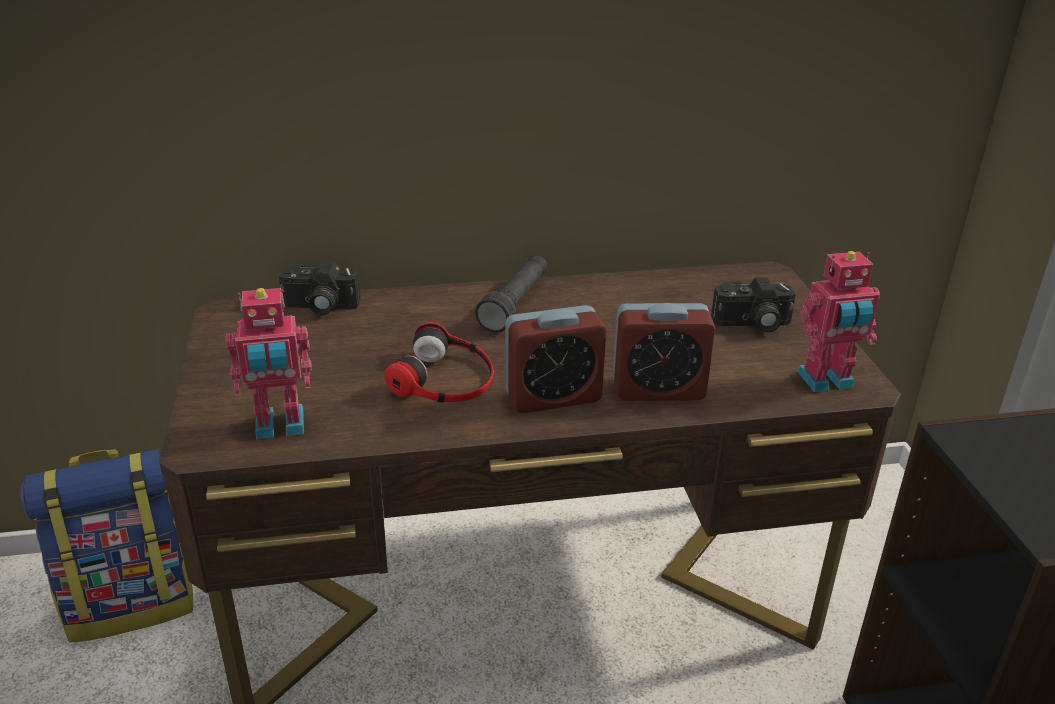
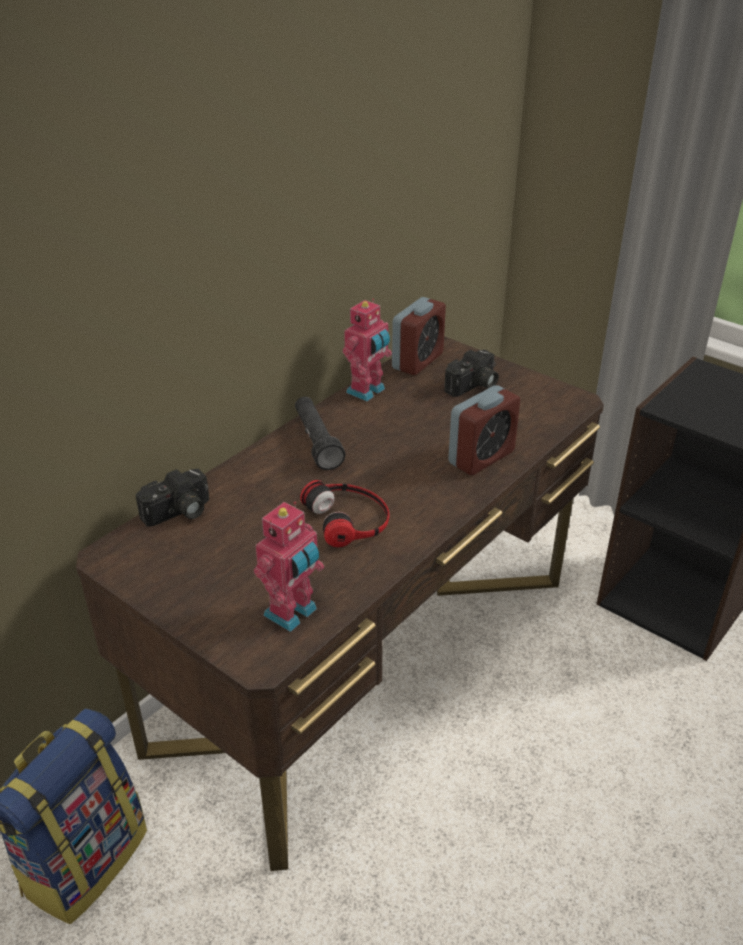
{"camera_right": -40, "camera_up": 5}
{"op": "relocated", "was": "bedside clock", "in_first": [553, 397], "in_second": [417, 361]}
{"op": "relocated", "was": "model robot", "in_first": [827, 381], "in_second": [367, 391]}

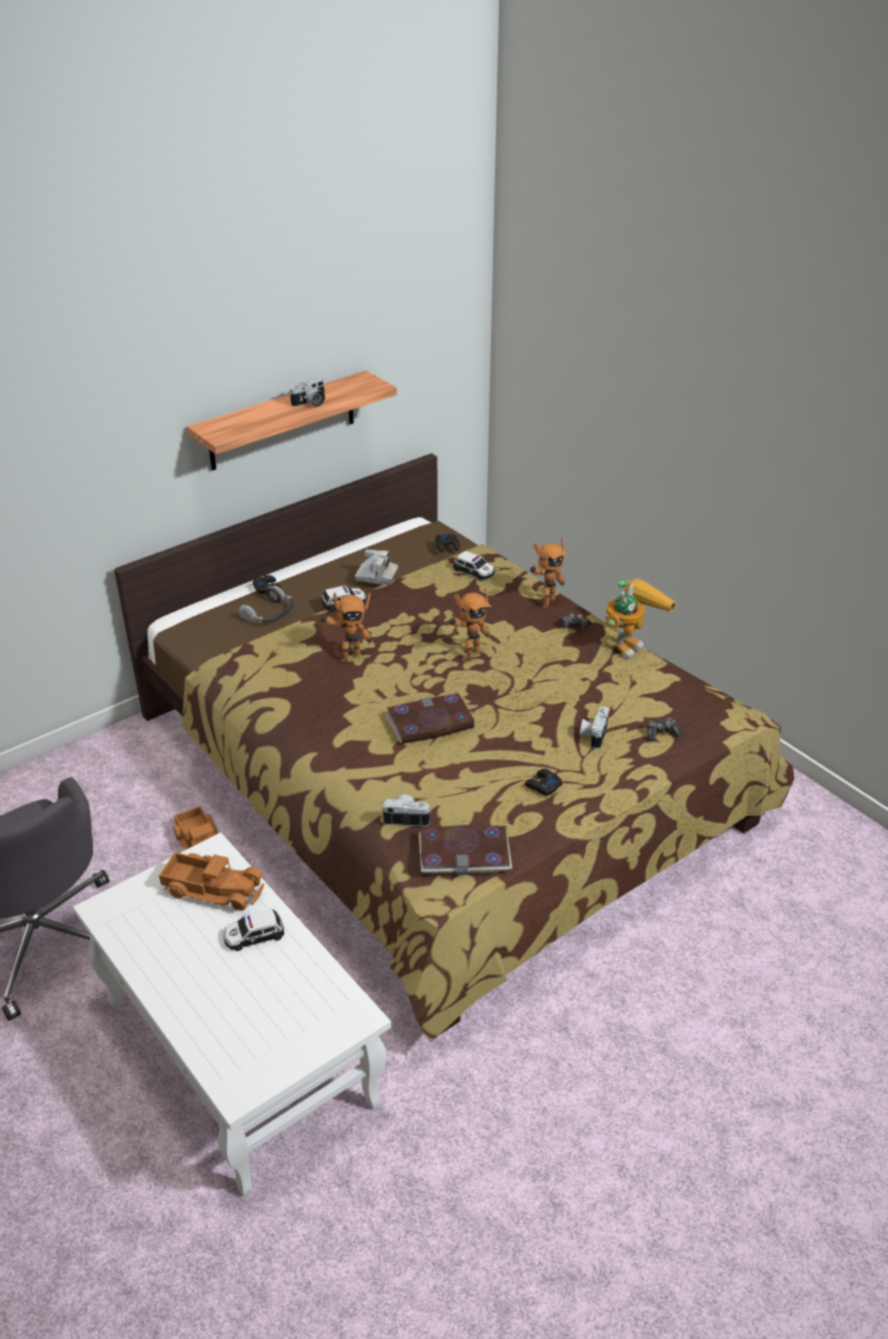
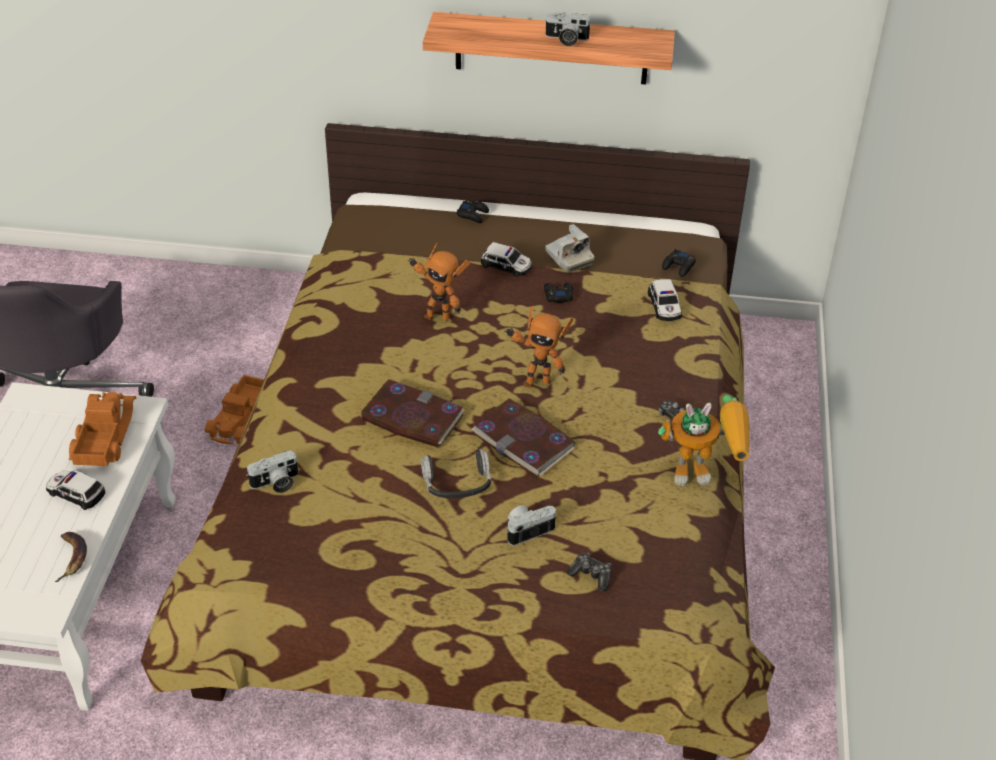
{"camera_right": 45, "camera_up": 5}
{"op": "spun", "was": "model truck", "in_first": [213, 888], "in_second": [103, 437], "clockwise": -150}
{"op": "relocated", "was": "pair of headphones", "in_first": [269, 613], "in_second": [457, 482]}
{"op": "spun", "was": "photo camera", "in_first": [407, 817], "in_second": [276, 483], "clockwise": 105}
{"op": "relocated", "was": "book", "in_first": [464, 853], "in_second": [524, 441]}
{"op": "relocated", "was": "blackish gamepad", "in_first": [542, 785], "in_second": [558, 295]}
{"op": "missing", "was": "model robot", "in_first": [545, 603]}
{"op": "appeared", "now": "banana", "in_second": [72, 557]}

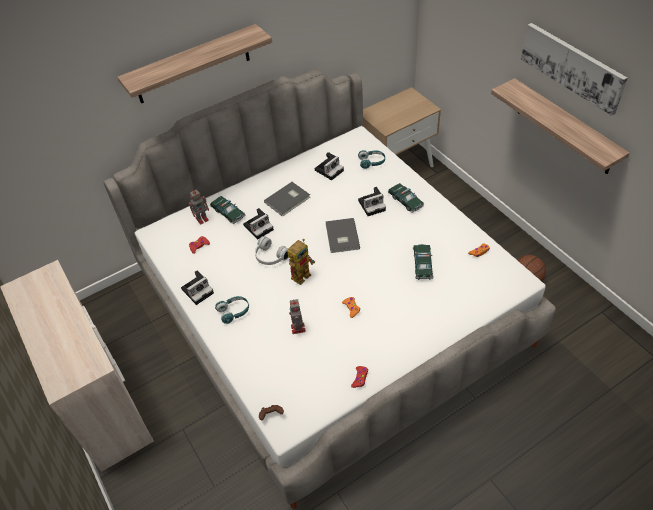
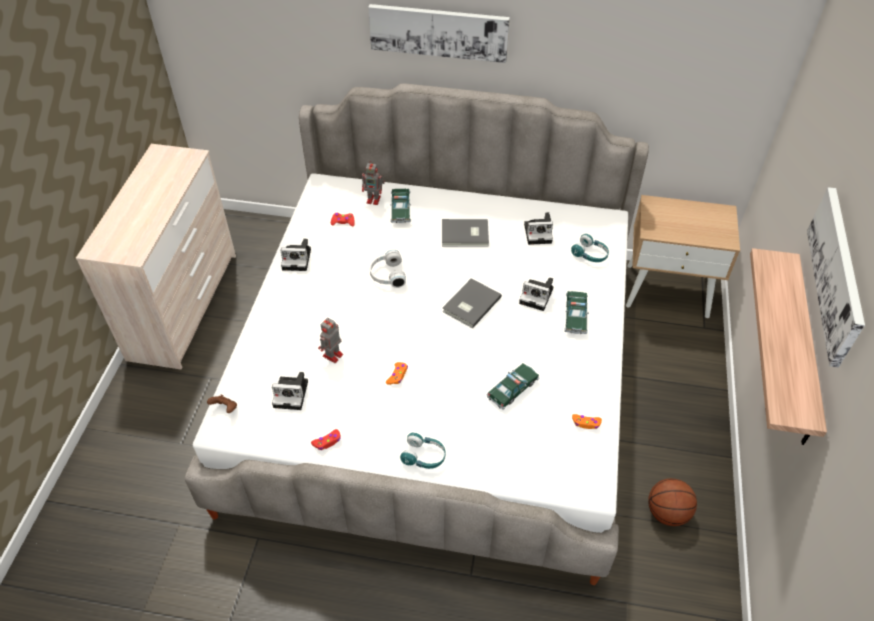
{"camera_right": 40, "camera_up": 0}
{"op": "exchanged", "was": "shelf", "now": "wall art", "in_first": [192, 65], "in_second": [439, 32]}
{"op": "relocated", "was": "turquoise pair of headphones", "in_first": [234, 312], "in_second": [424, 456]}
{"op": "relocated", "was": "photo camera", "in_first": [259, 227], "in_second": [292, 394]}
{"op": "missing", "was": "model robot", "in_first": [303, 273]}

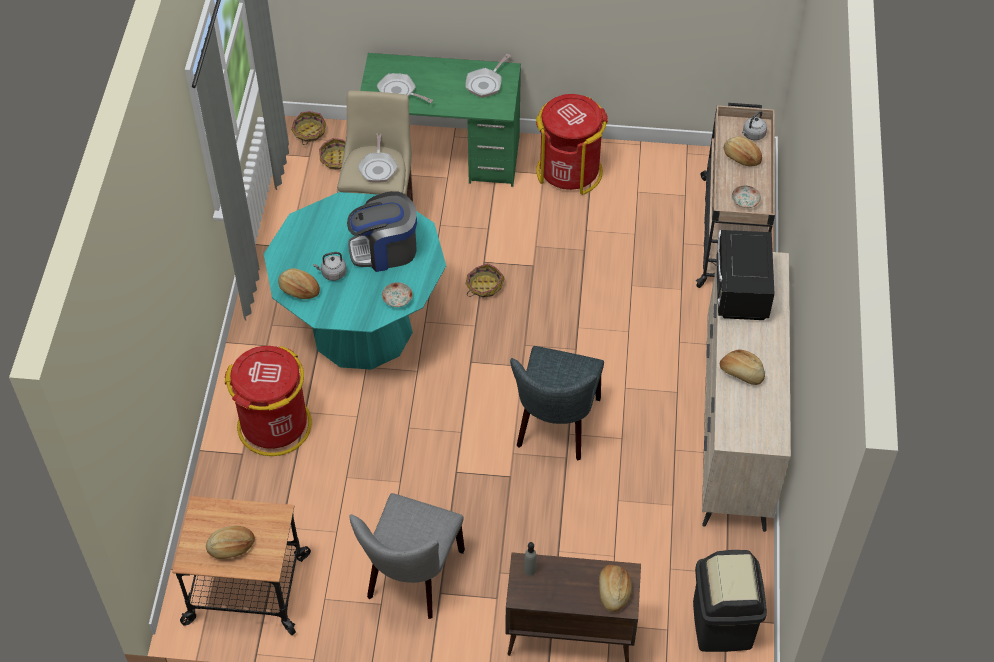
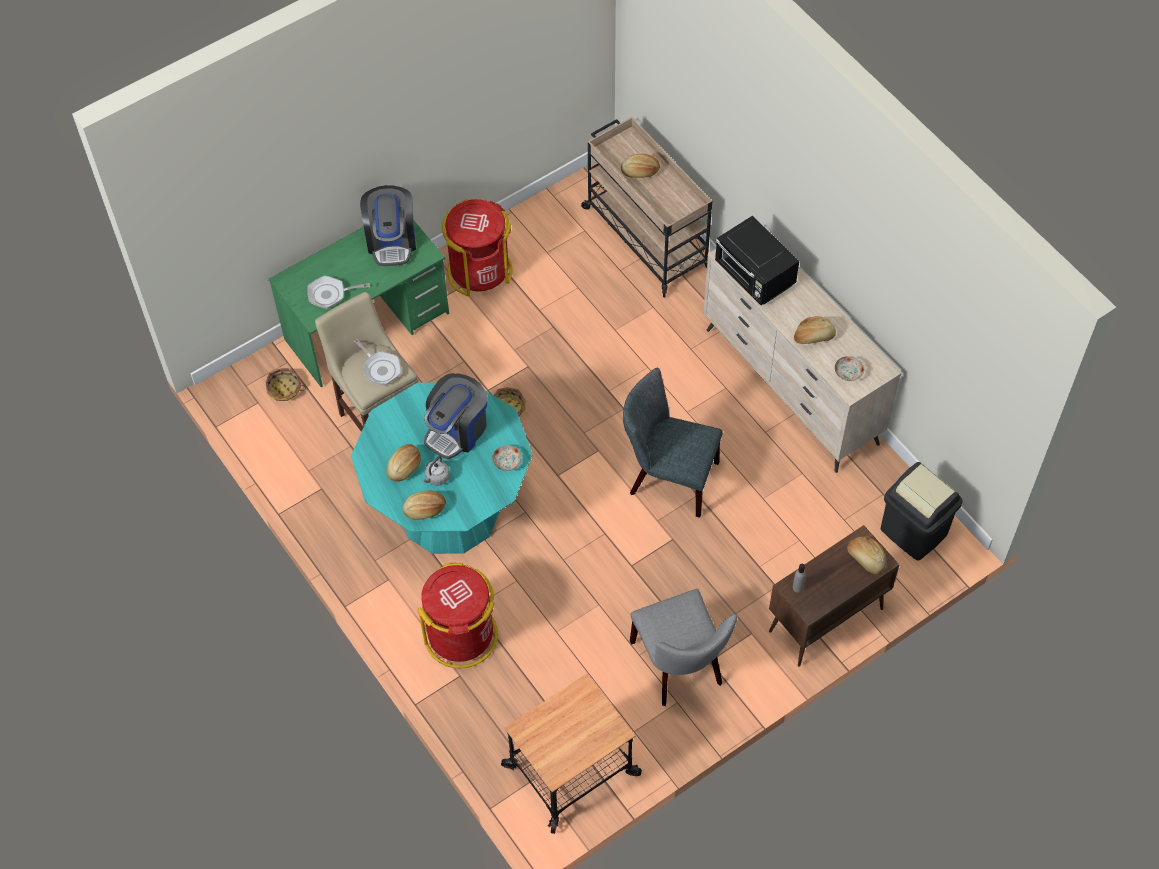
{"camera_right": -40, "camera_up": 5}
{"op": "relocated", "was": "baked bread", "in_first": [231, 547], "in_second": [404, 467]}
{"op": "missing", "was": "household basket", "in_first": [309, 132]}
{"op": "exchanged", "was": "pan", "now": "coffee maker", "in_first": [485, 83], "in_second": [391, 241]}
{"op": "spun", "was": "gray upright chair", "in_first": [556, 427], "in_second": [668, 477], "clockwise": 135}
{"op": "relocated", "was": "plate", "in_first": [745, 201], "in_second": [848, 372]}
{"op": "missing", "was": "gray water kettle", "in_first": [753, 135]}

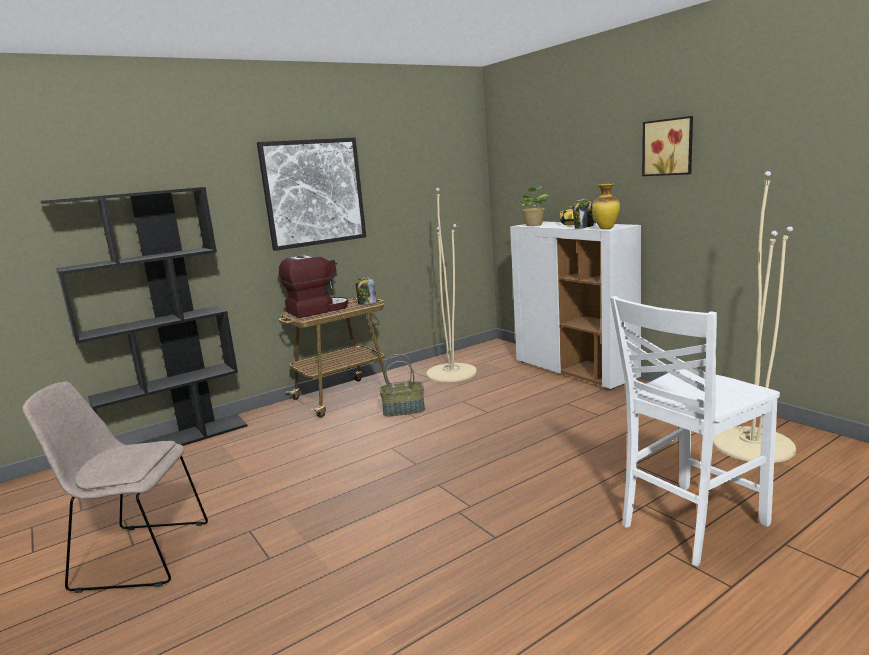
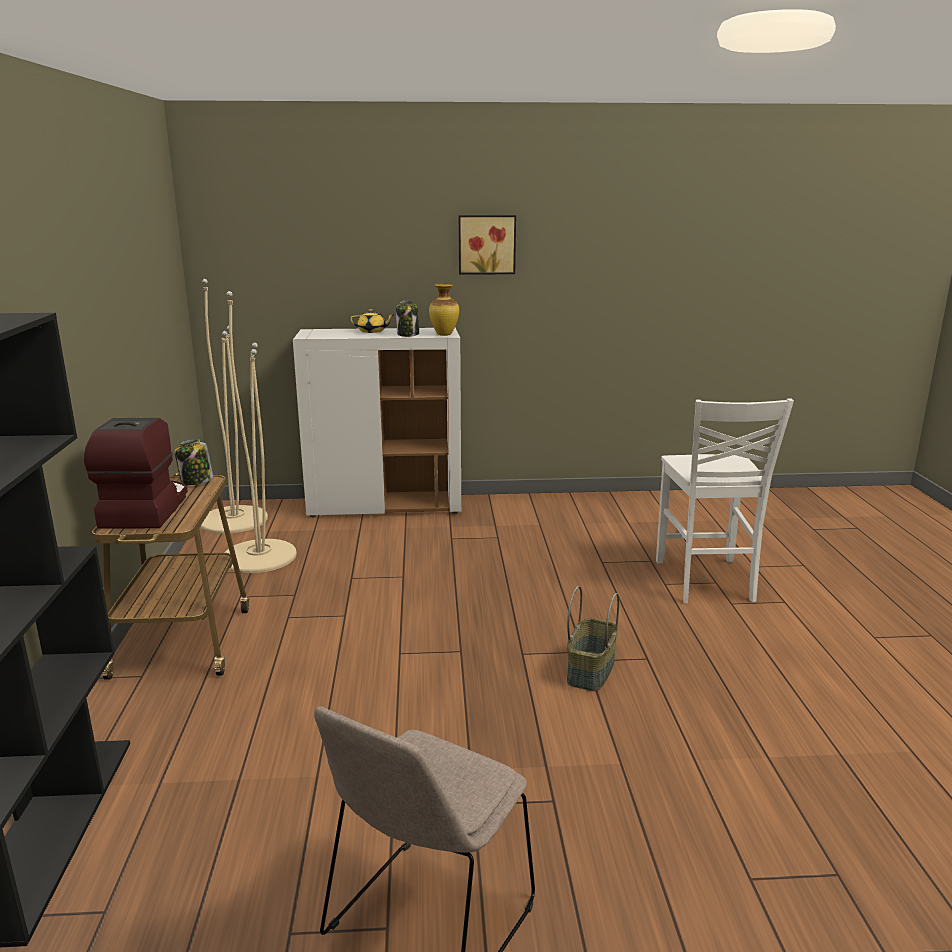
{"camera_right": -60, "camera_up": 5}
{"op": "missing", "was": "wall art", "in_first": [314, 192]}
{"op": "relocated", "was": "household basket", "in_first": [404, 410], "in_second": [590, 671]}
{"op": "missing", "was": "plant in a pot", "in_first": [534, 225]}
{"op": "relocated", "was": "beige floor lamp", "in_first": [752, 445], "in_second": [234, 520]}

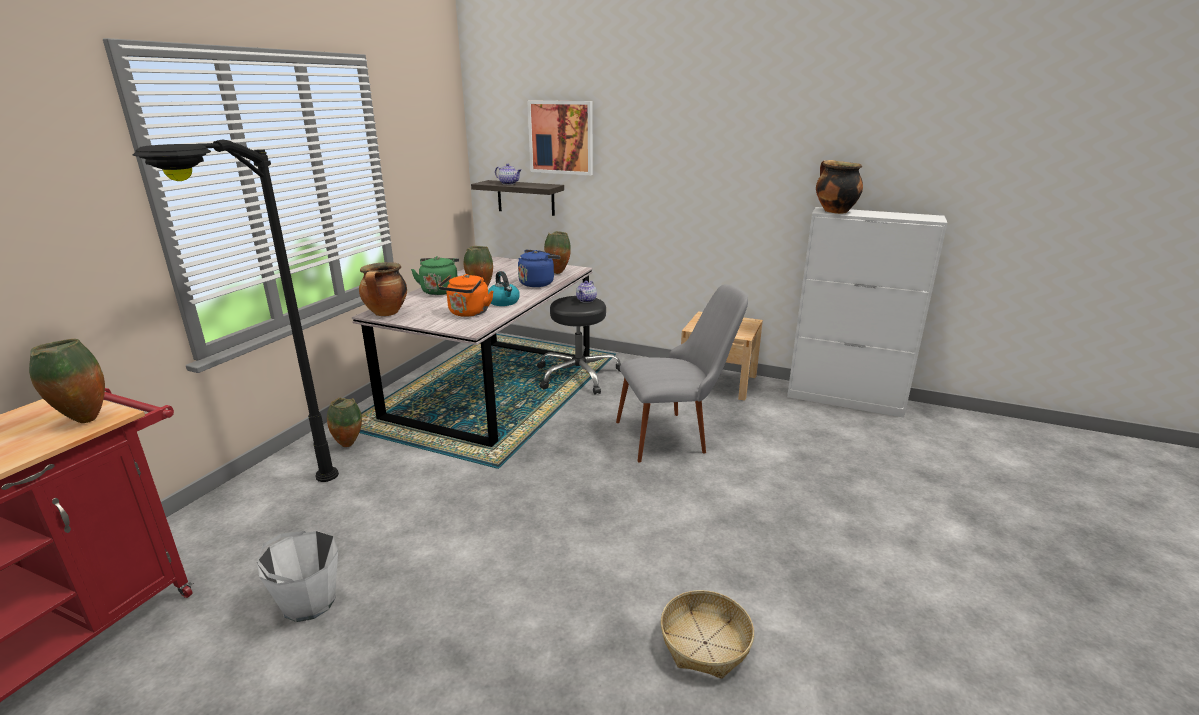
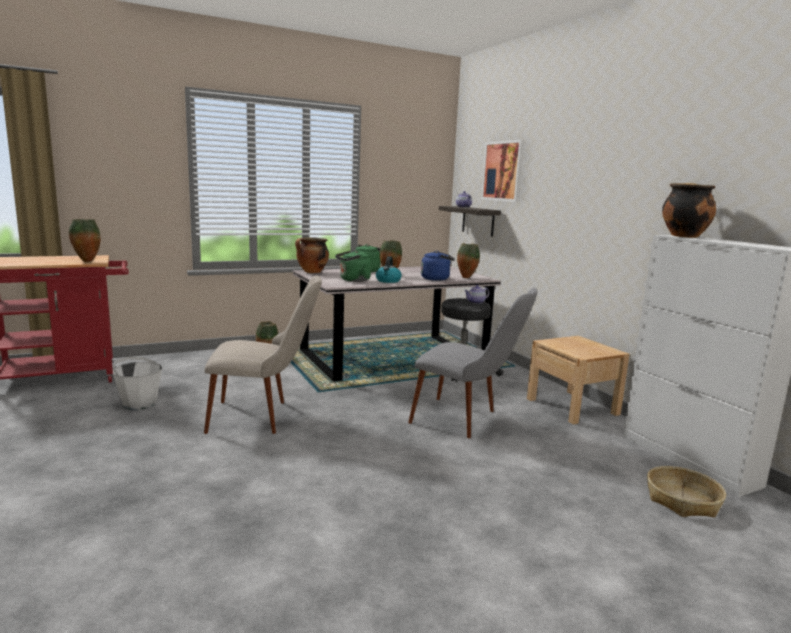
{"camera_right": 40, "camera_up": -10}
{"op": "missing", "was": "blackish floor lamp", "in_first": [290, 519]}
{"op": "colour", "was": "orange water kettle", "now": "green water kettle", "in_first": [468, 313], "in_second": [353, 280]}
{"op": "relocated", "was": "household basket", "in_first": [705, 643], "in_second": [682, 501]}
{"op": "appeared", "now": "beige upright chair", "in_second": [264, 416]}

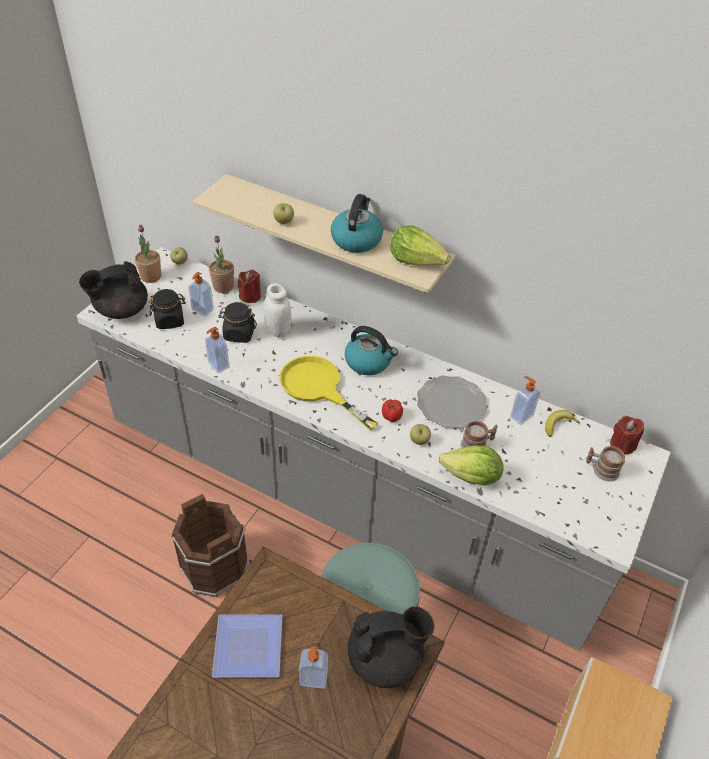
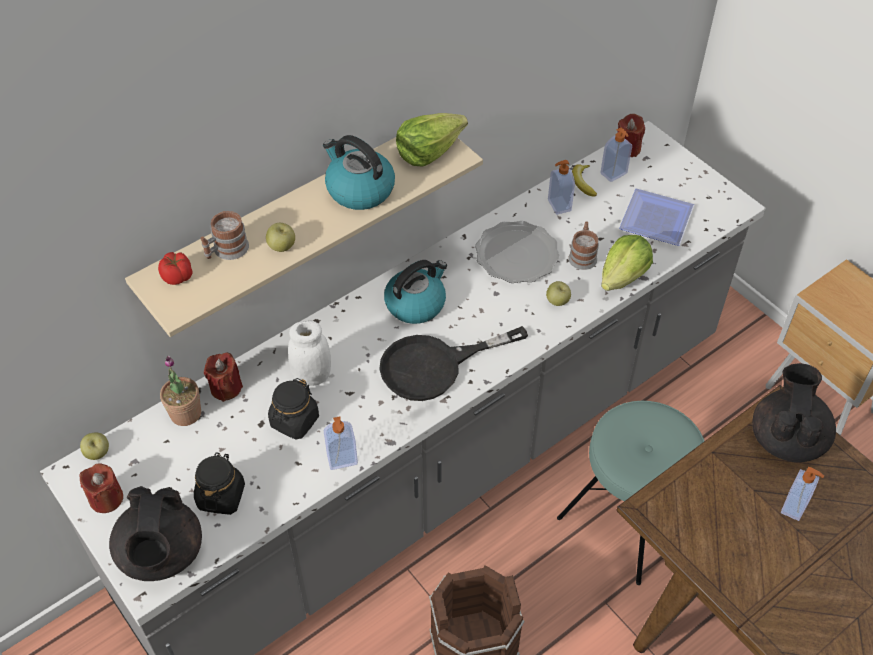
{"camera_right": -65, "camera_up": 5}
{"op": "exchanged", "was": "plant in a pot", "now": "red-coloured wax candle", "in_first": [151, 276], "in_second": [106, 498]}
{"op": "relocated", "was": "soap dispenser", "in_first": [202, 310], "in_second": [614, 174]}
{"op": "relocated", "was": "plate", "in_first": [251, 645], "in_second": [654, 217]}
{"op": "colour", "was": "yellow pan", "now": "blackish pan", "in_first": [318, 388], "in_second": [434, 366]}
{"op": "relocated", "was": "tomato", "in_first": [391, 416], "in_second": [178, 277]}
{"op": "relocated", "was": "tea mug", "in_first": [601, 469], "in_second": [226, 251]}

